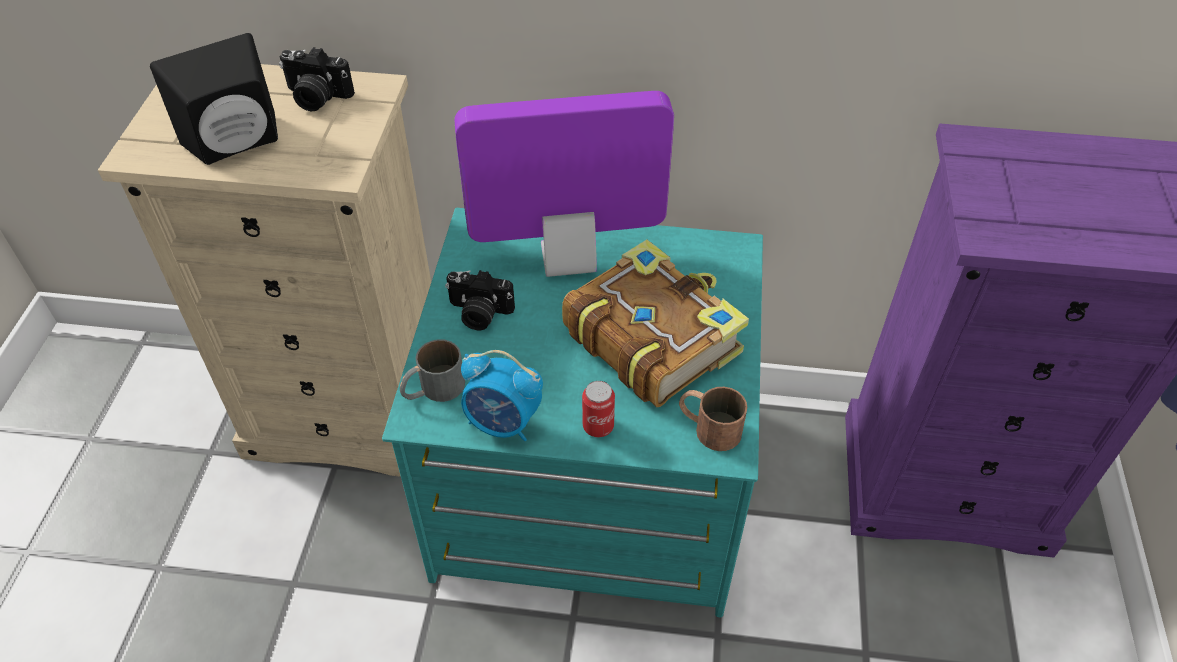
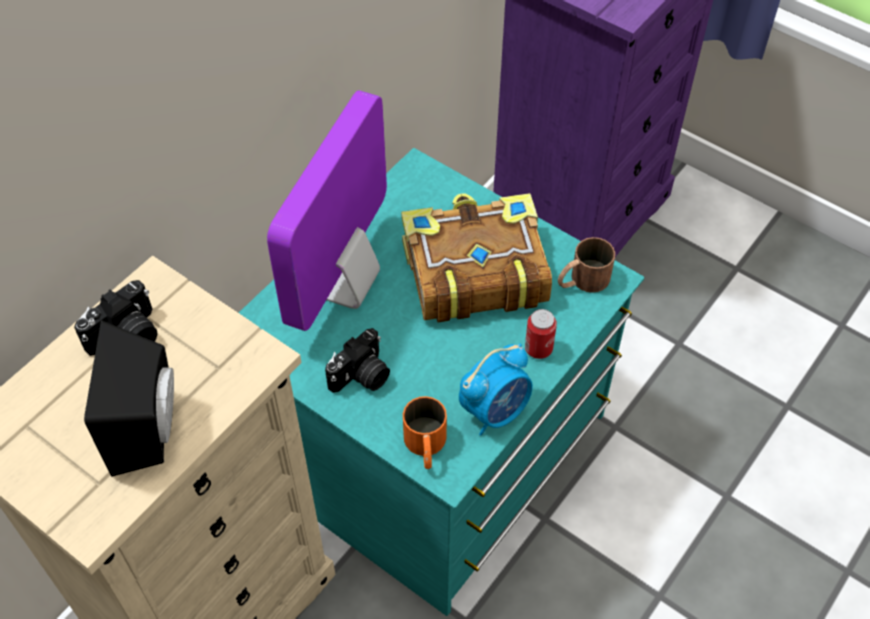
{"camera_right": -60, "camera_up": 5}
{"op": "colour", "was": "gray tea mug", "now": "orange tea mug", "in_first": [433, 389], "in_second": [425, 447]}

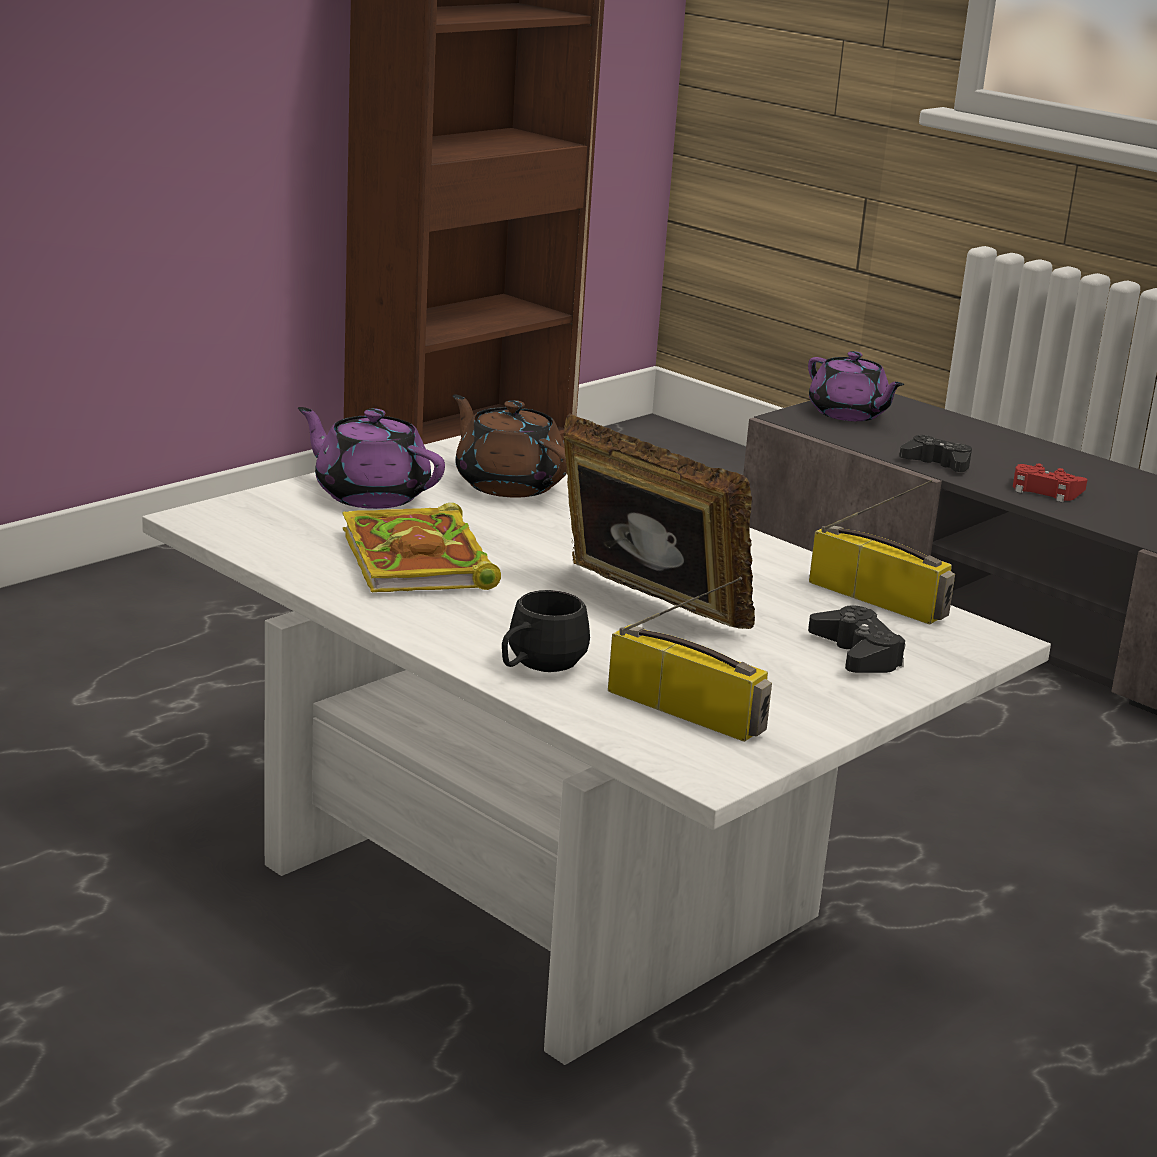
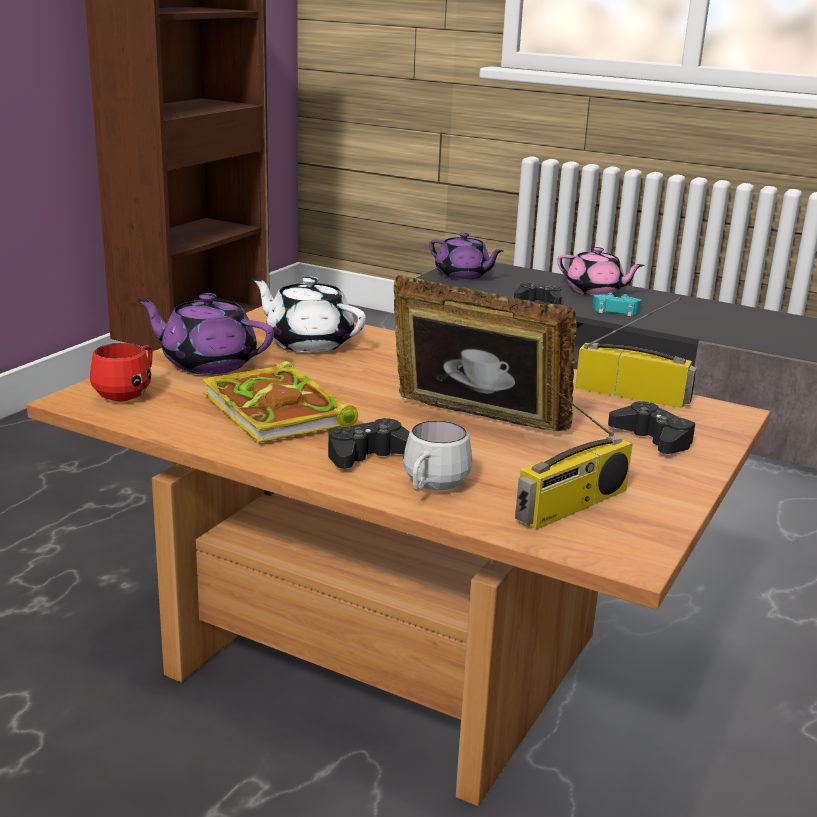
{"camera_right": -15, "camera_up": 0}
{"op": "colour", "was": "white lounge table", "now": "brown-coloured lounge table", "in_first": [556, 888], "in_second": [398, 650]}
{"op": "colour", "was": "brown-coloured pot for tea", "now": "white pot for tea", "in_first": [508, 484], "in_second": [308, 343]}
{"op": "colour", "was": "blackish tea mug", "now": "white tea mug", "in_first": [537, 669], "in_second": [431, 489]}
{"op": "spun", "was": "radio receiver", "in_first": [688, 711], "in_second": [572, 506], "clockwise": 120}
{"op": "colour", "was": "red-coloured gamepad", "now": "turquoise gamepad", "in_first": [1045, 491], "in_second": [615, 310]}
{"op": "appeared", "now": "red-coloured tea mug", "in_second": [129, 393]}
{"op": "appeared", "now": "blackish gamepad", "in_second": [368, 455]}
{"op": "appeared", "now": "pinkish pot for tea", "in_second": [595, 291]}

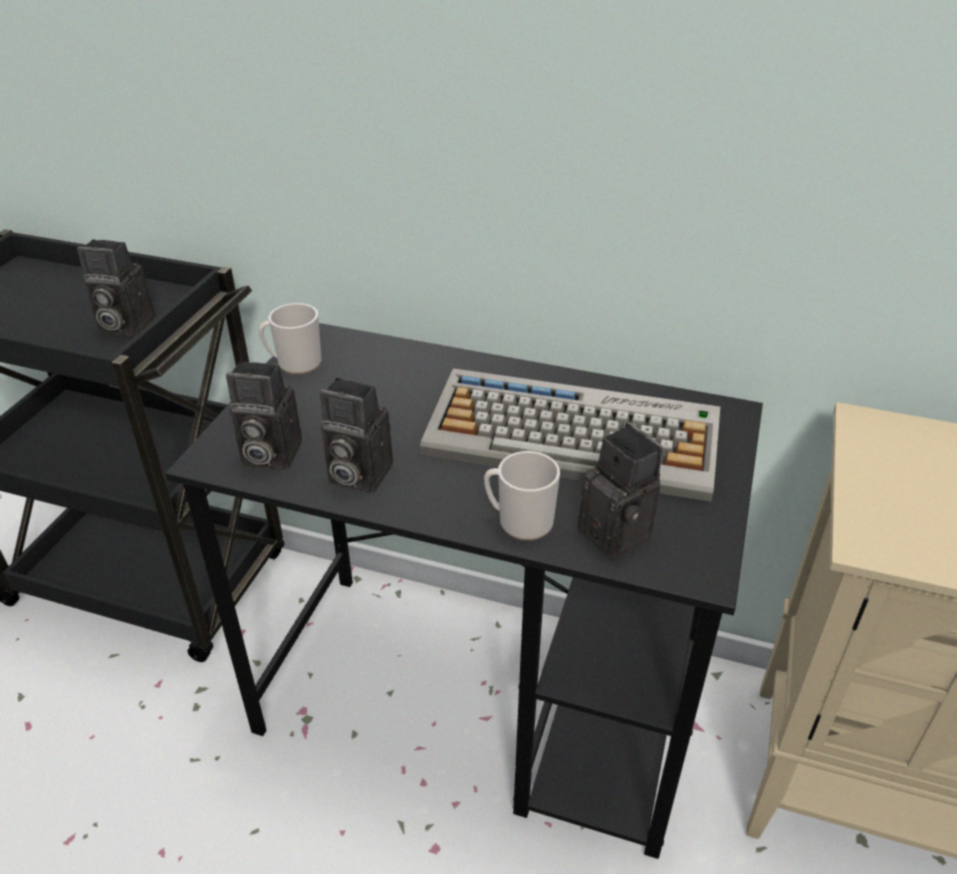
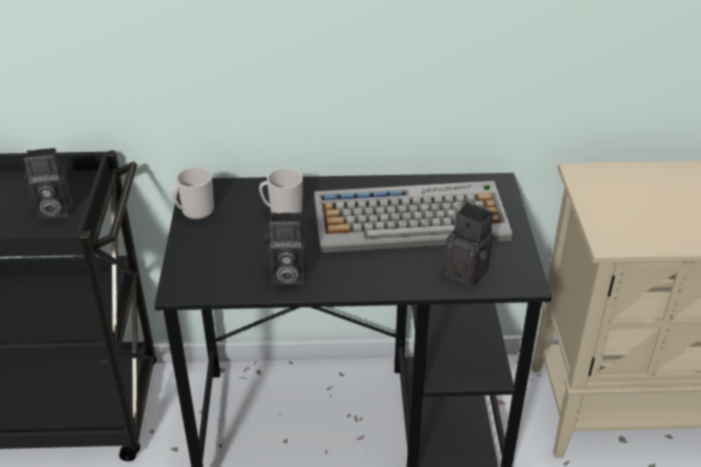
{"camera_right": -20, "camera_up": 0}
{"op": "missing", "was": "photo camera", "in_first": [267, 455]}
{"op": "relocated", "was": "tea mug", "in_first": [519, 521], "in_second": [282, 211]}

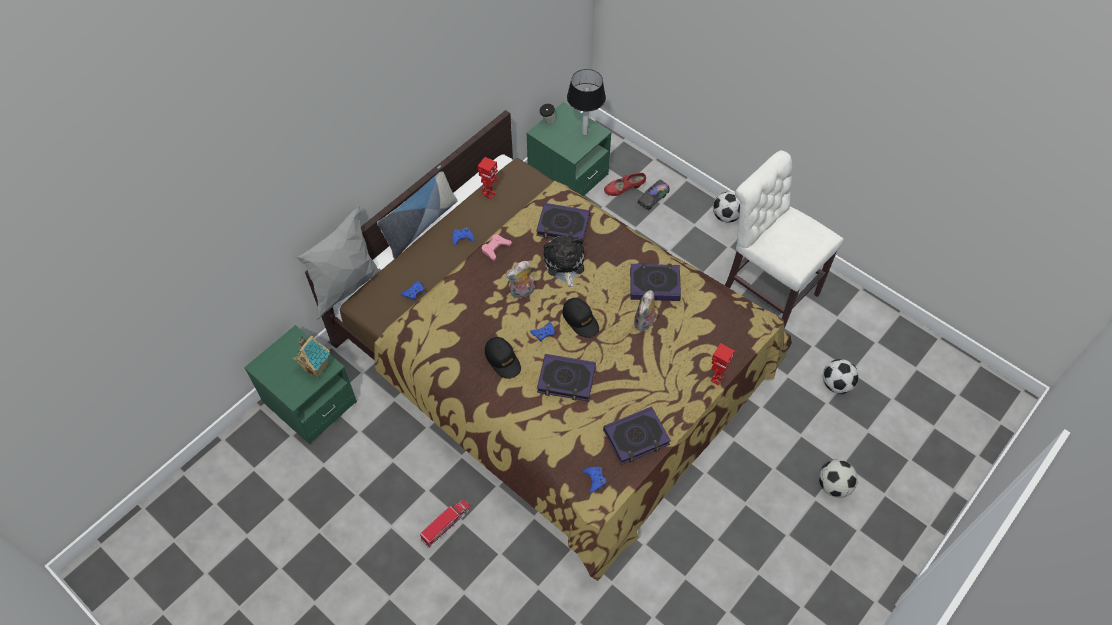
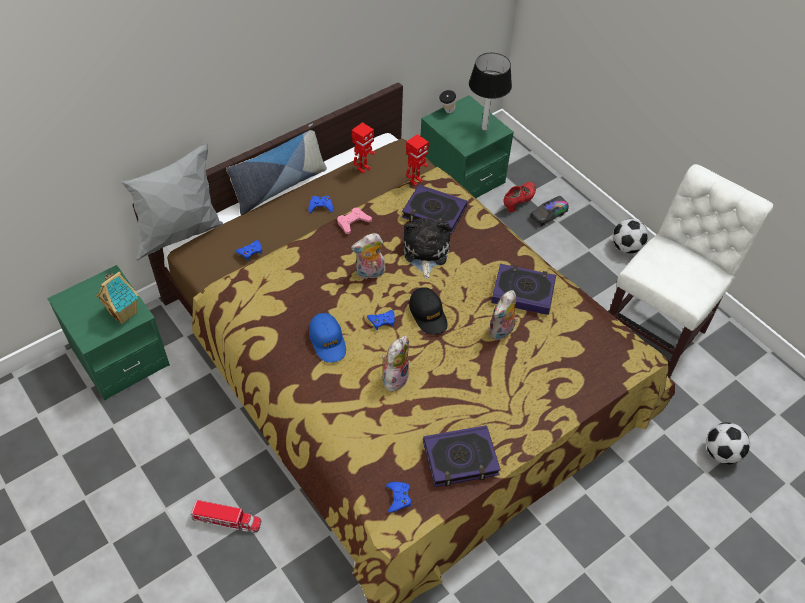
{"camera_right": 10, "camera_up": -5}
{"op": "spun", "was": "model truck", "in_first": [446, 524], "in_second": [227, 520], "clockwise": 45}
{"op": "colour", "was": "blackish baseball cap", "now": "blue-coloured baseball cap", "in_first": [503, 360], "in_second": [328, 341]}
{"op": "exchanged", "was": "book", "now": "plush toy", "in_first": [566, 380], "in_second": [394, 377]}
{"op": "spun", "was": "red-coloured item of footwear", "in_first": [624, 190], "in_second": [518, 202], "clockwise": 135}
{"op": "relocated", "was": "model robot", "in_first": [716, 379], "in_second": [415, 180]}
{"op": "spun", "was": "white upright chair", "in_first": [765, 291], "in_second": [656, 333], "clockwise": 75}
{"op": "missing", "was": "ball for football", "in_first": [833, 485]}

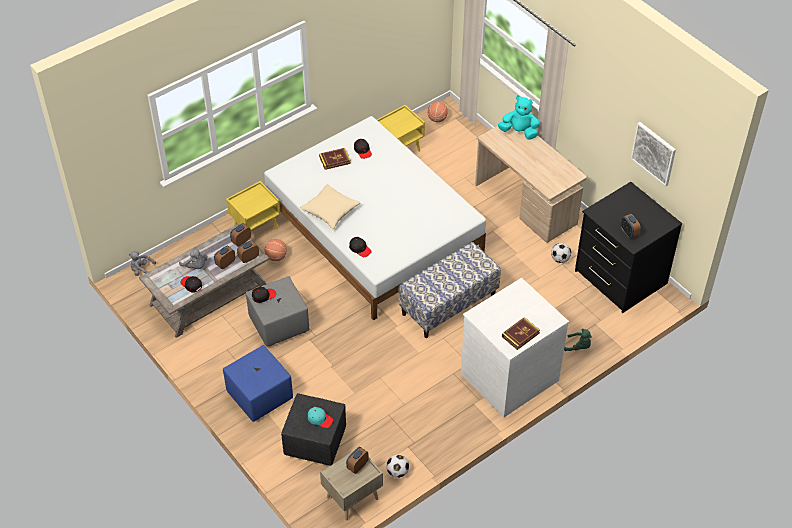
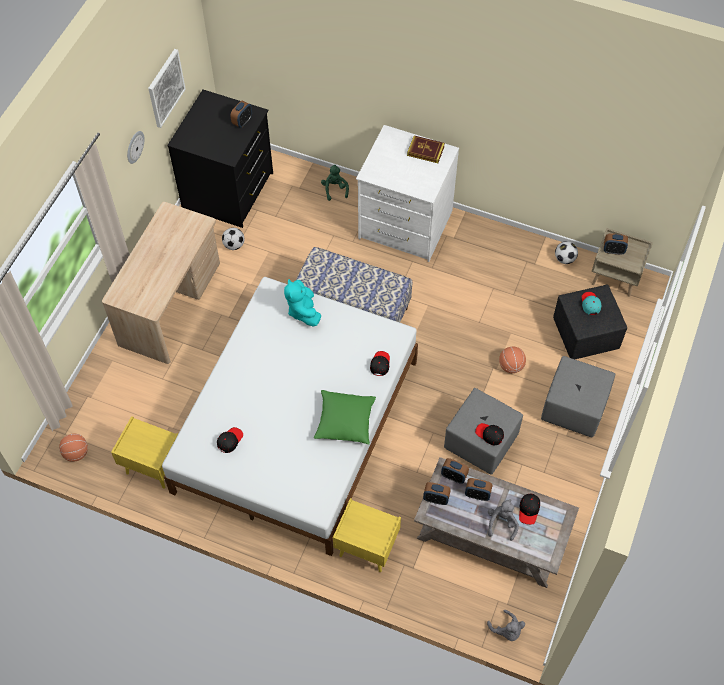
{"camera_right": -120, "camera_up": 10}
{"op": "colour", "was": "blue-coloured ottoman", "now": "gray ottoman", "in_first": [260, 397], "in_second": [574, 408]}
{"op": "relocated", "was": "ball for basketball", "in_first": [276, 257], "in_second": [511, 366]}
{"op": "colour", "was": "beige throw pillow", "now": "green throw pillow", "in_first": [330, 211], "in_second": [345, 421]}
{"op": "missing", "was": "book", "in_first": [335, 160]}
{"op": "relocated", "was": "turquoise plush toy", "in_first": [519, 132], "in_second": [303, 311]}
{"op": "appeared", "now": "wall clock", "in_second": [134, 146]}

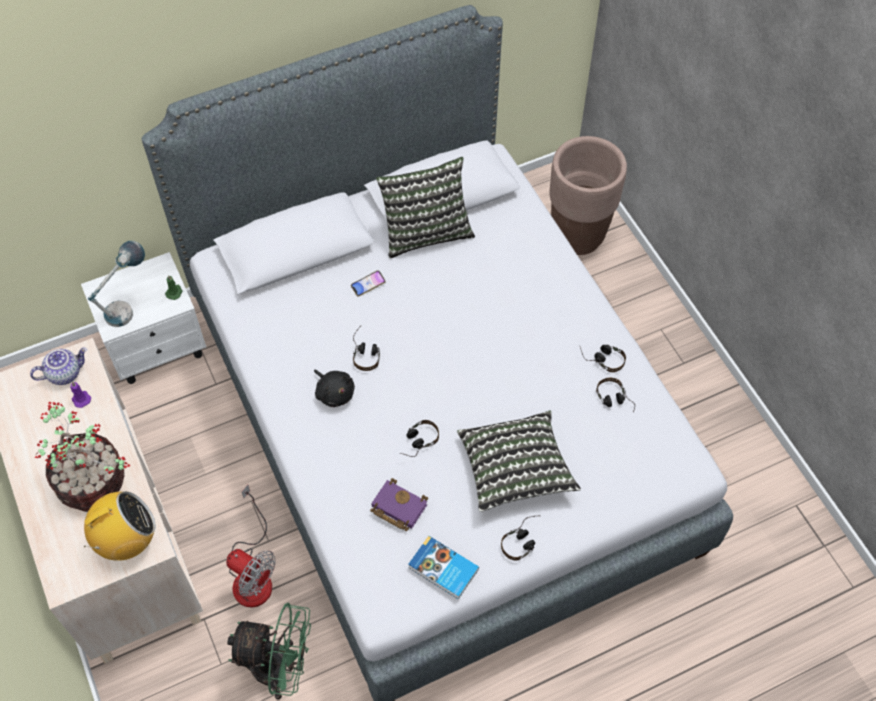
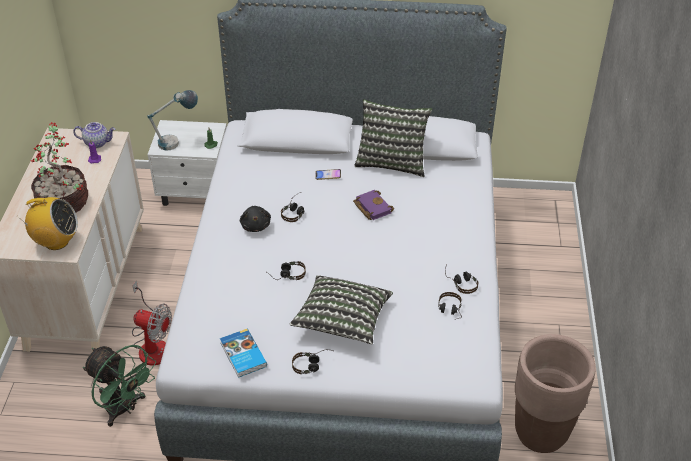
{"camera_right": 30, "camera_up": -15}
{"op": "spun", "was": "fan", "in_first": [253, 573], "in_second": [152, 344], "clockwise": -45}
{"op": "relocated", "was": "purple-coloured book", "in_first": [397, 507], "in_second": [371, 207]}
{"op": "relocated", "was": "brown-coloured planter", "in_first": [578, 236], "in_second": [541, 433]}

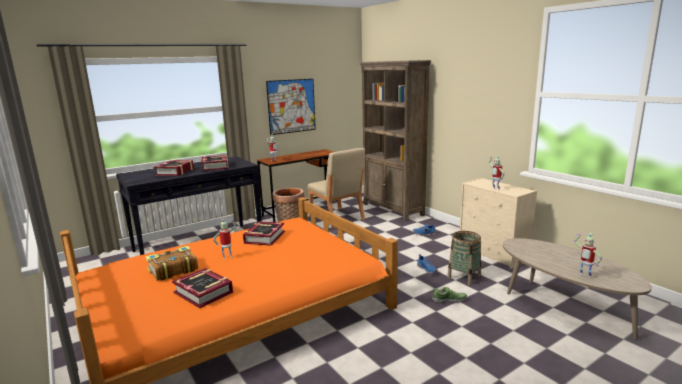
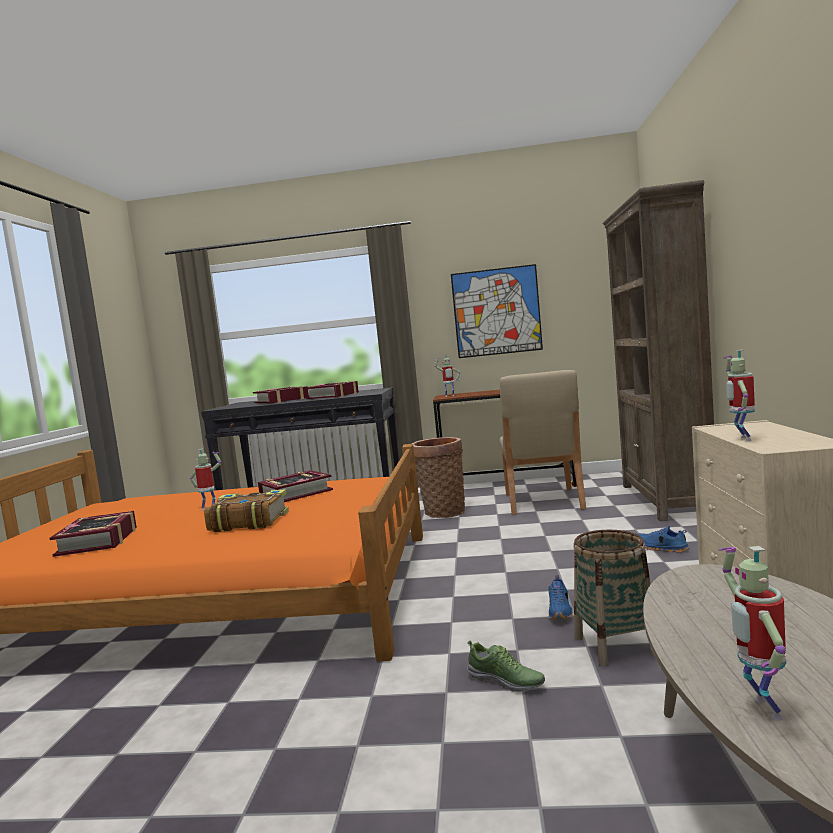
{"camera_right": 40, "camera_up": -10}
{"op": "relocated", "was": "book", "in_first": [172, 270], "in_second": [248, 522]}

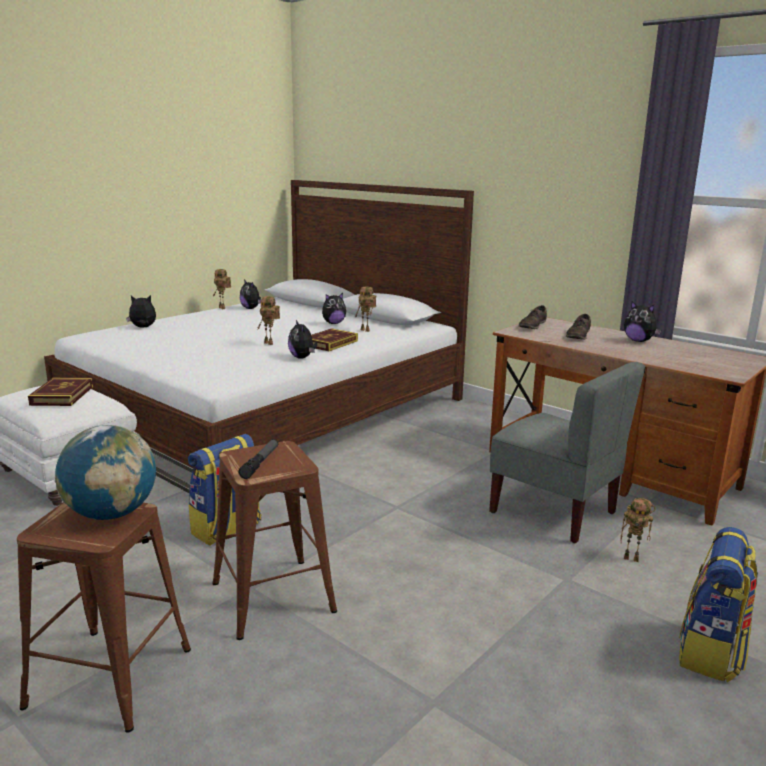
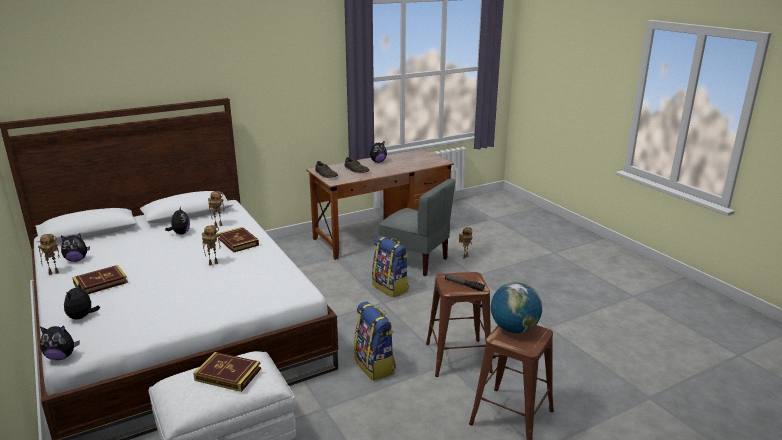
{"camera_right": -70, "camera_up": 5}
{"op": "relocated", "was": "plush toy", "in_first": [302, 357], "in_second": [61, 357]}
{"op": "spun", "was": "gray upright chair", "in_first": [554, 512], "in_second": [415, 261], "clockwise": 60}
{"op": "relocated", "was": "rucksack", "in_first": [711, 652], "in_second": [391, 288]}
{"op": "appeared", "now": "book", "in_second": [100, 283]}

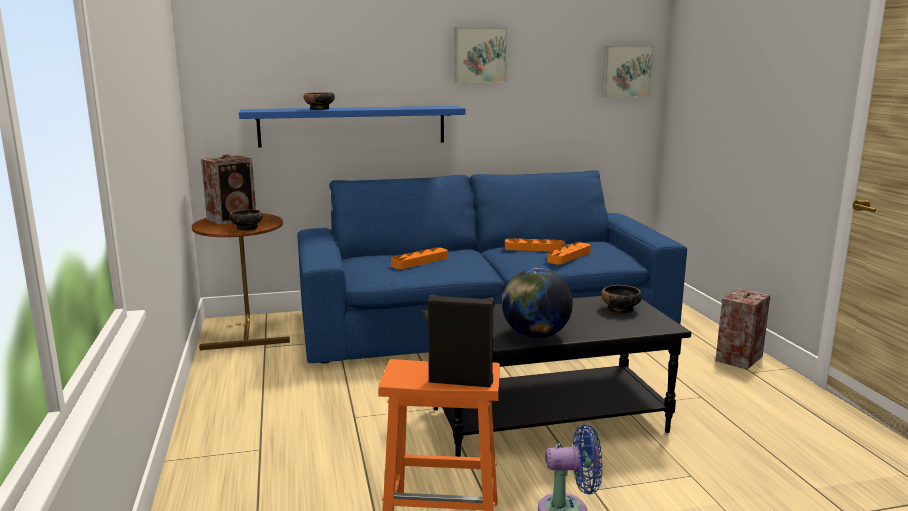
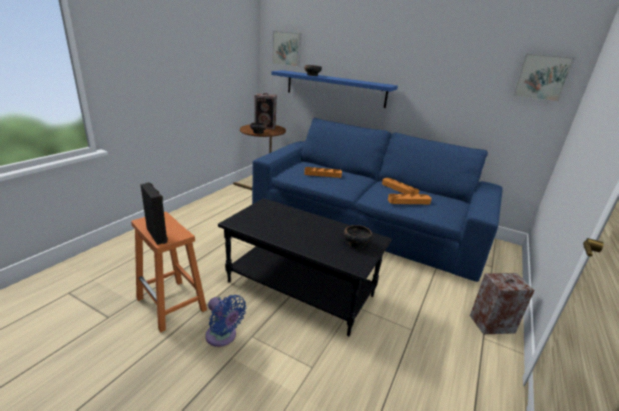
{"camera_right": 40, "camera_up": 10}
{"op": "relocated", "was": "wall art", "in_first": [479, 55], "in_second": [287, 48]}
{"op": "missing", "was": "desk globe", "in_first": [535, 335]}

